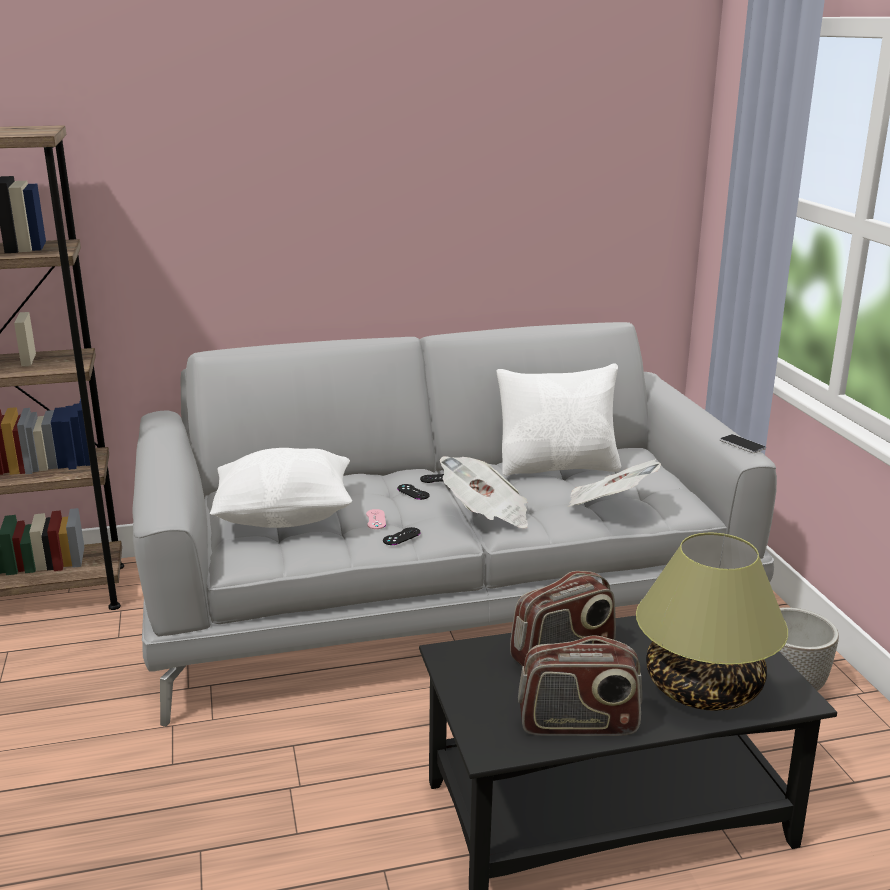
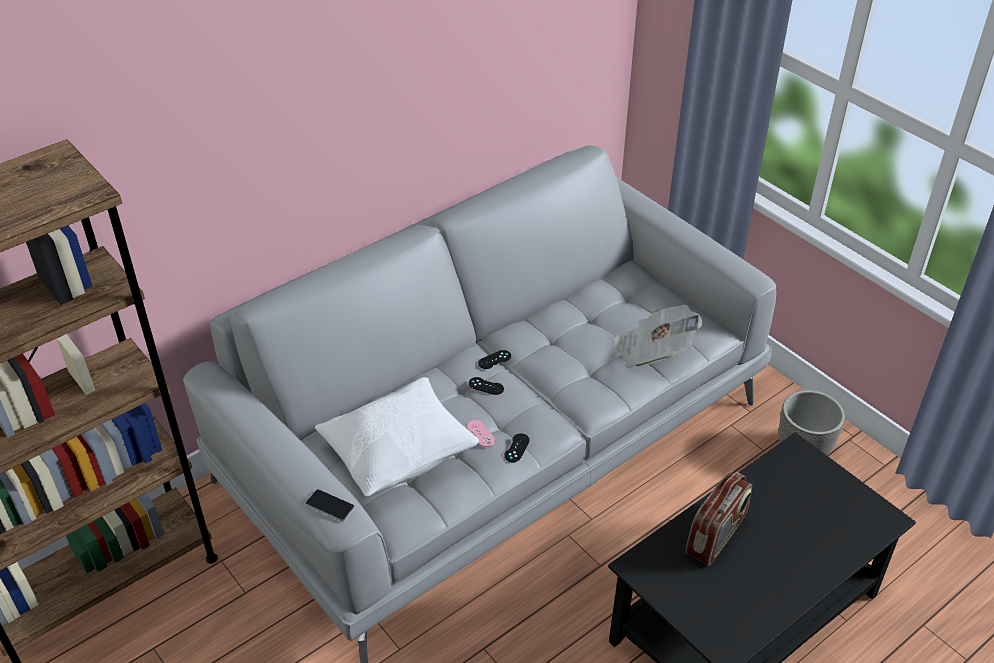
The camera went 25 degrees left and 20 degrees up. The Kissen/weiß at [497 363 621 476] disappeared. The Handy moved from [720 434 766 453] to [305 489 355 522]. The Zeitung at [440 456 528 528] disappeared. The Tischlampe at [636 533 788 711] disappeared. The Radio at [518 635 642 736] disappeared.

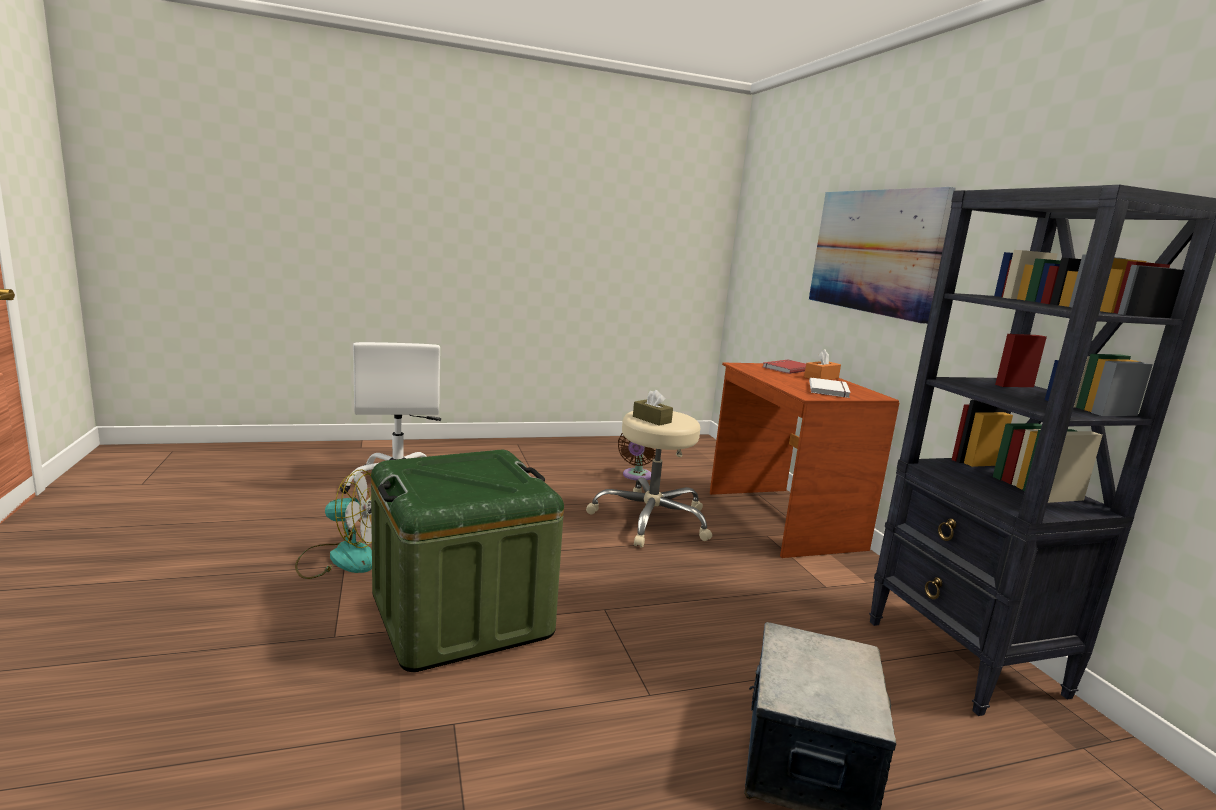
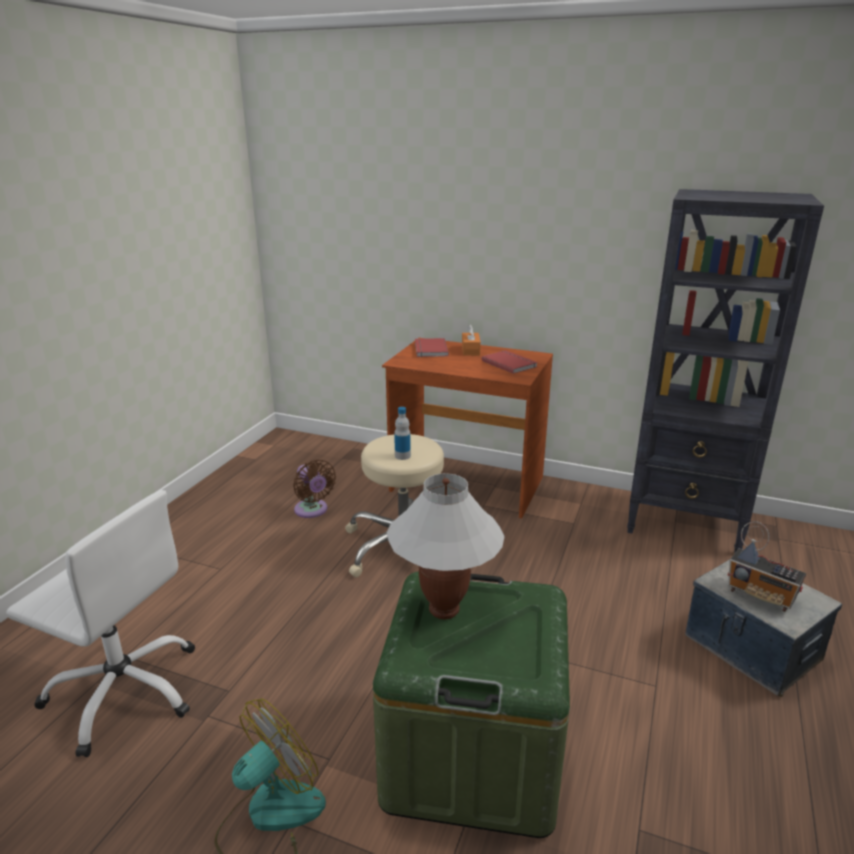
The camera went 50 degrees left and 10 degrees up. The Bild at [809 187 956 324] disappeared. The Buch/weiß at [809 377 851 398] became the Buch/rot at [482 350 538 374]. The Taschentuchbox/braun at [633 390 673 426] was replaced by the Flasche at [394 407 411 460]. The Tischlampe/weiß at [386 473 505 619] appeared. The Radio at [727 521 806 612] appeared.

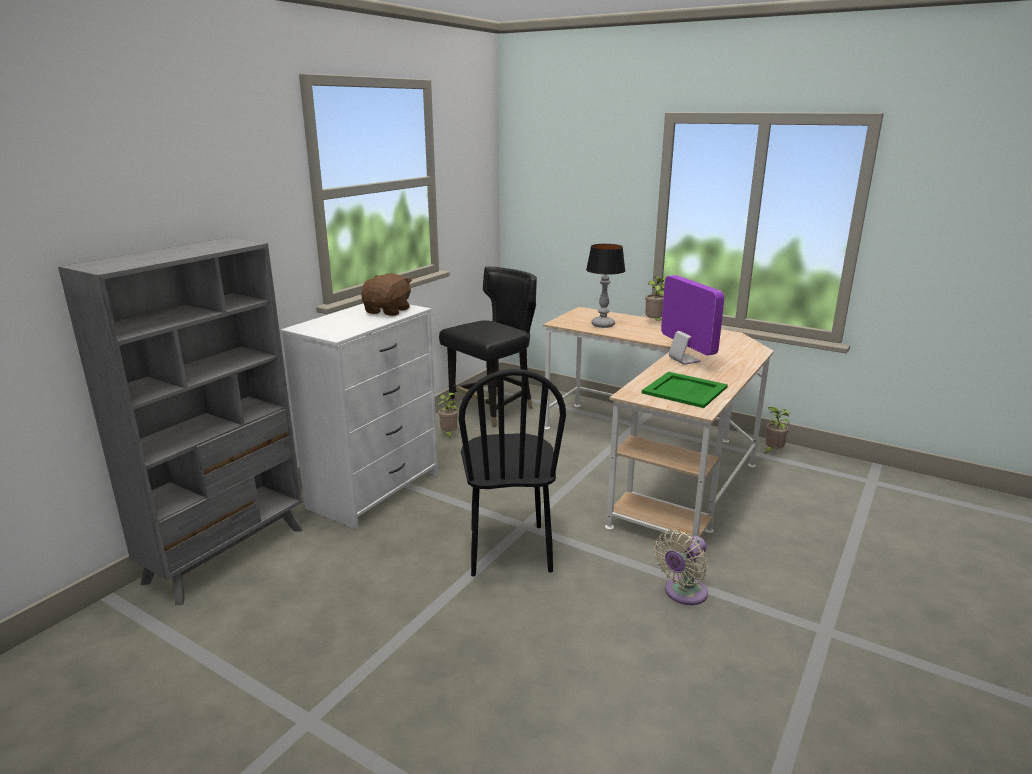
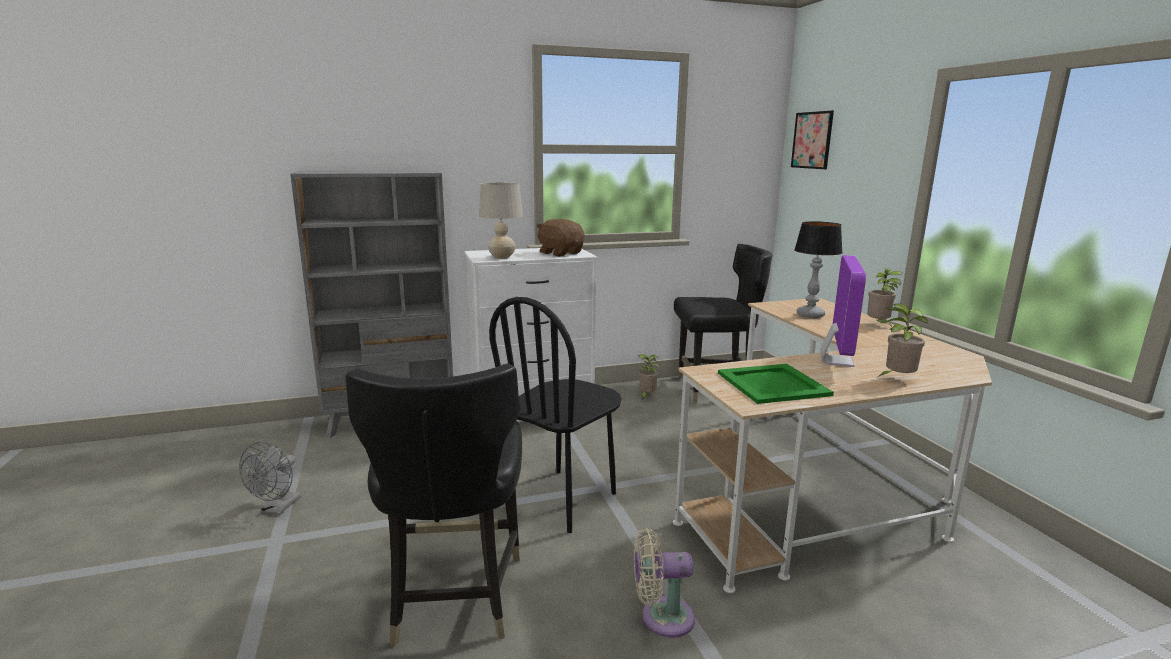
The camera went 40 degrees right and 5 degrees down. The Plüschtier/braun at [361 273 412 316] turned 105 degrees counterclockwise. The Topfpflanze moved from [765 407 790 453] to [878 304 928 377]. The Bild at [791 111 834 169] appeared. The Tischlampe/beige at [479 182 523 259] appeared. The Stuhl/schwarz at [345 363 522 647] appeared. The Ventilator/grau at [239 442 301 516] appeared.

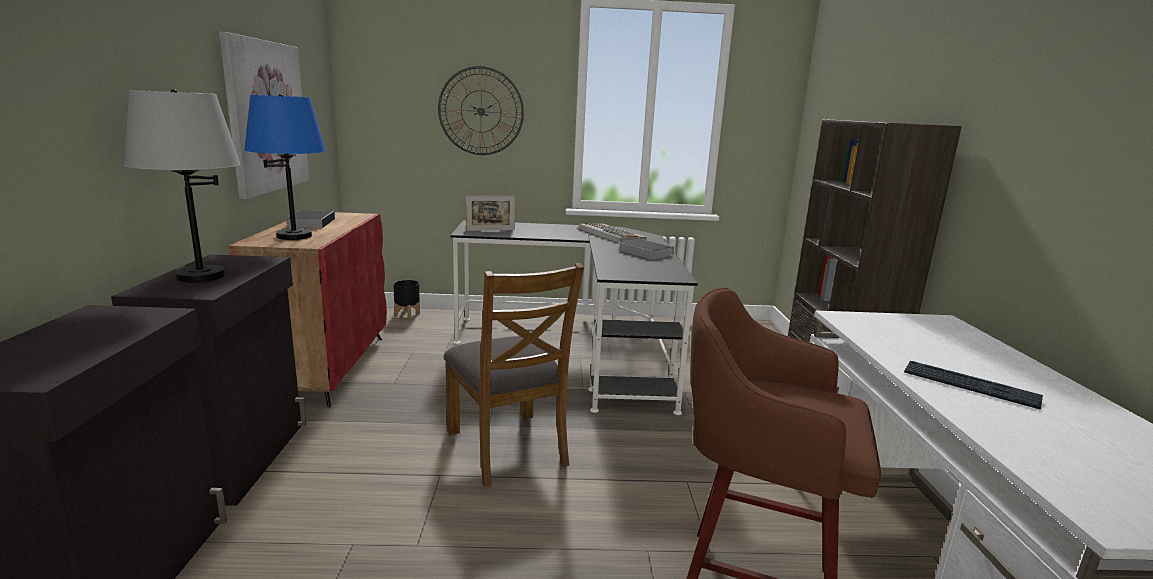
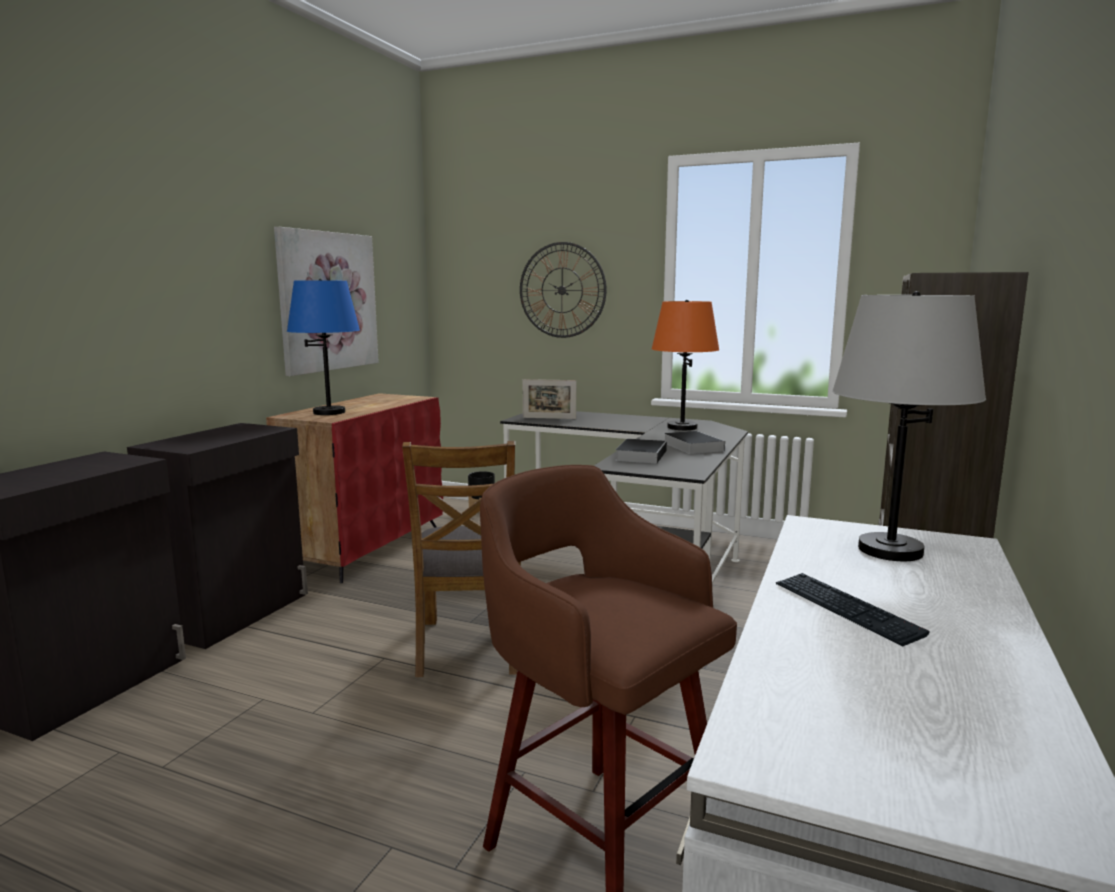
The camera went 25 degrees right and 5 degrees down. The Tischlampe/grau moved from [124 89 241 283] to [832 291 986 561]. The Buch moved from [285 210 335 228] to [615 439 667 464]. The Tastatur at [579 223 646 243] was replaced by the Tischlampe/orange at [652 300 719 430].

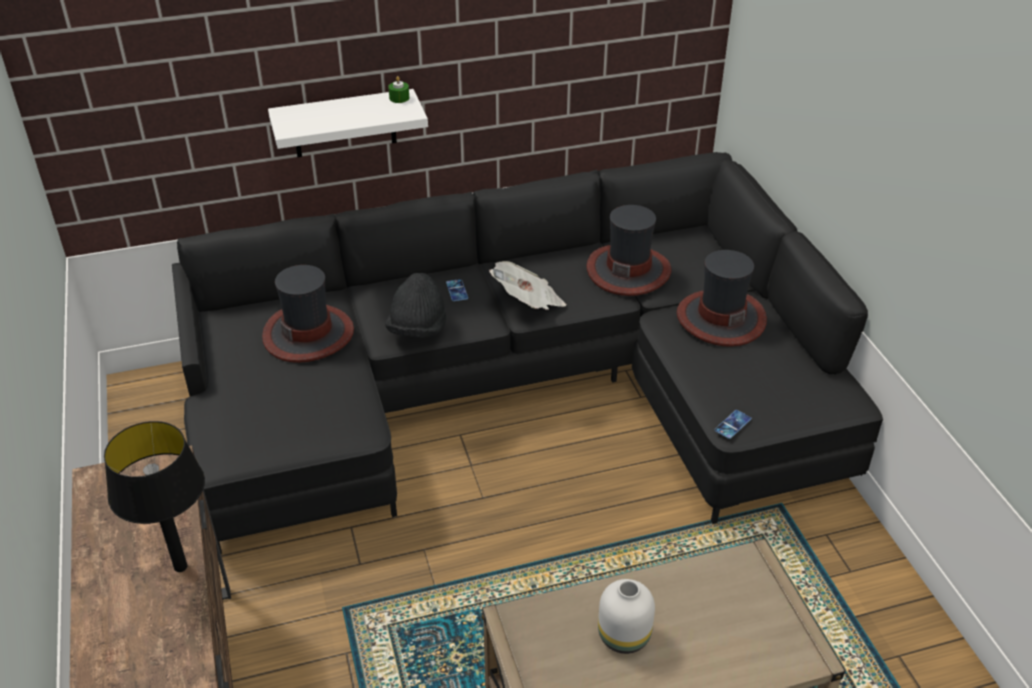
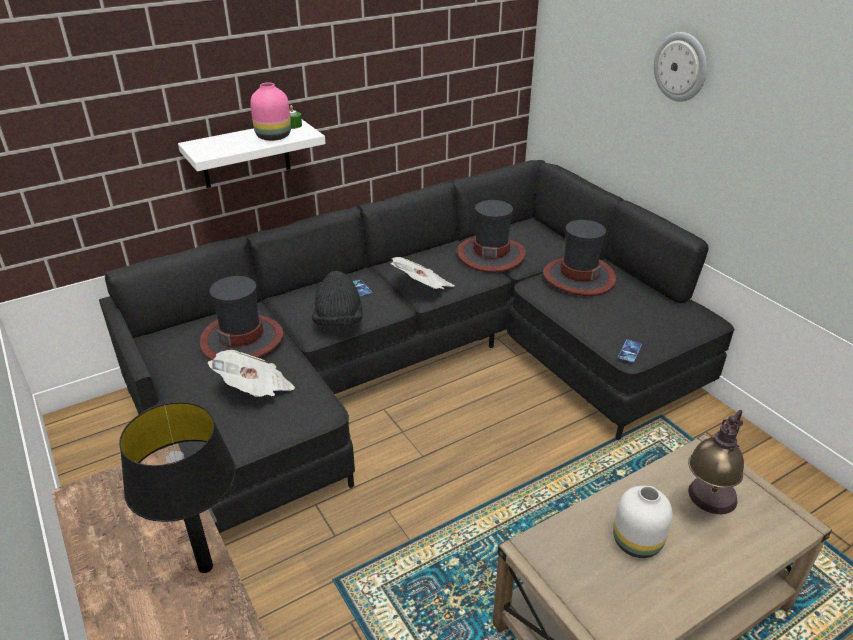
The camera went 15 degrees left and 5 degrees down. The Wanduhr at [654 32 707 102] appeared. The Vase/rosa at [250 82 291 141] appeared. The Zeitung at [208 350 295 397] appeared. The Tischlampe at [688 410 744 514] appeared.

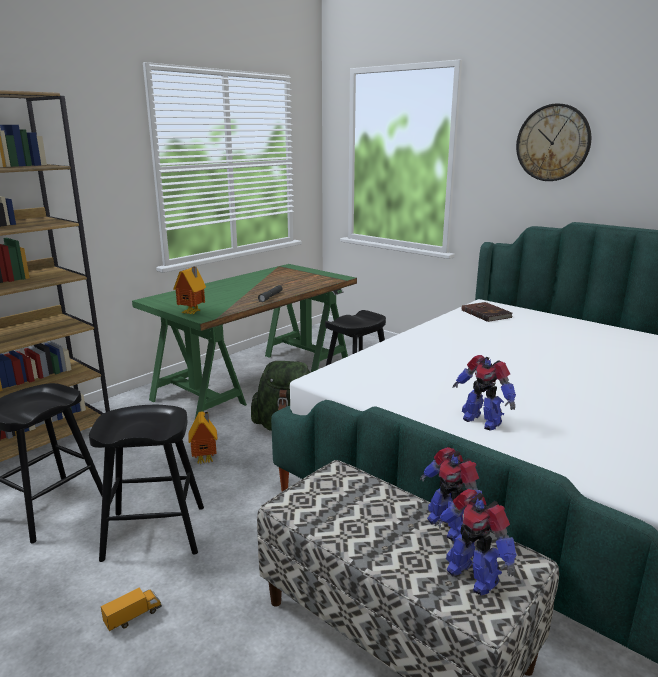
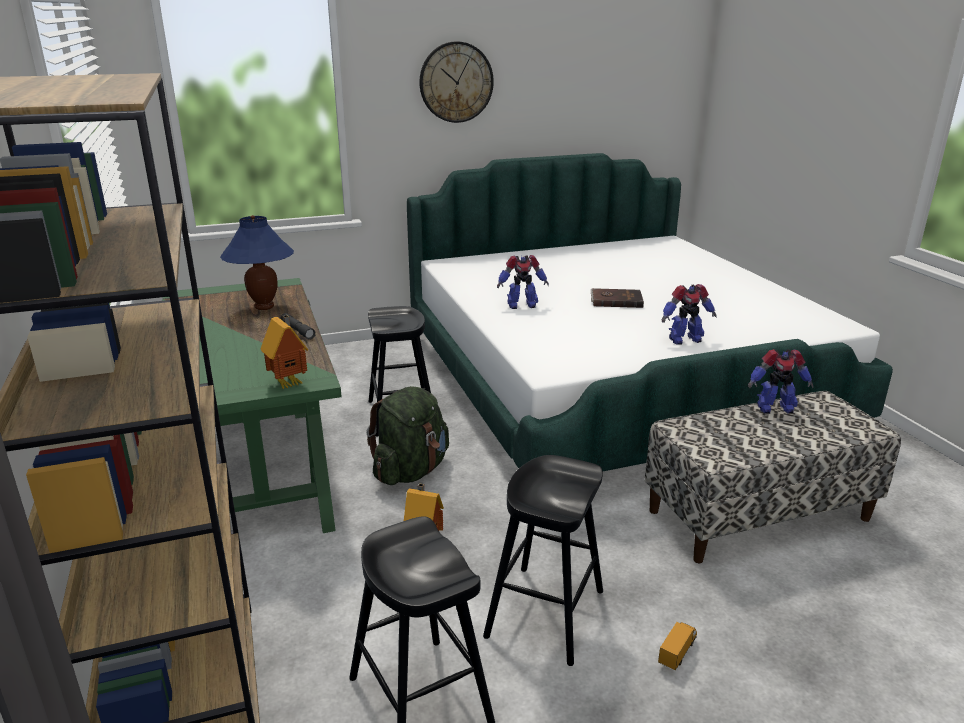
The camera went 60 degrees left and 5 degrees up. The Buch/braun moved from [462 302 513 322] to [591 288 644 308]. The Spielzeugroboter moved from [435 489 517 596] to [497 255 549 309]. The Spielzeuglaster at [101 588 162 631] turned 45 degrees clockwise. The Tischlampe/blau at [220 215 294 310] appeared.

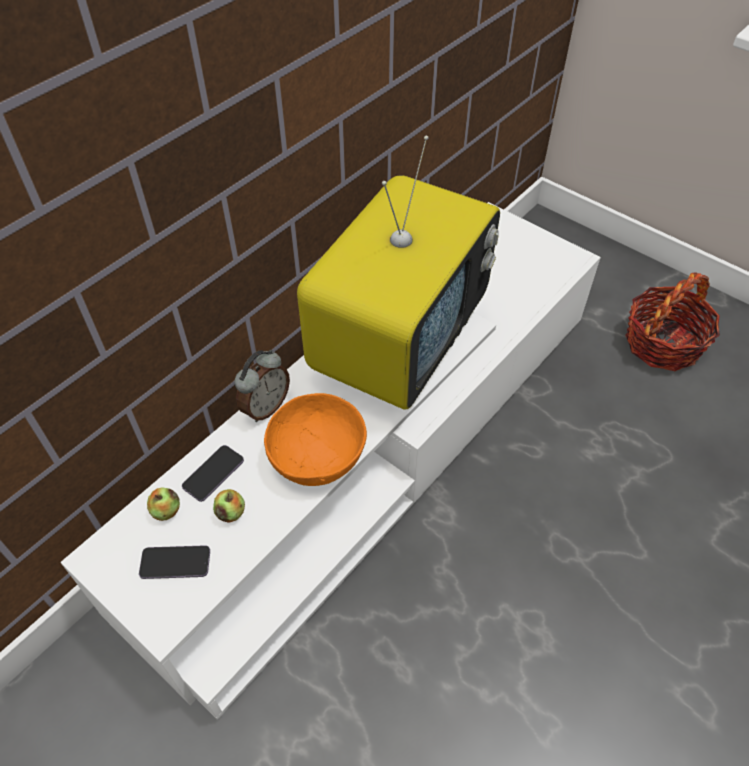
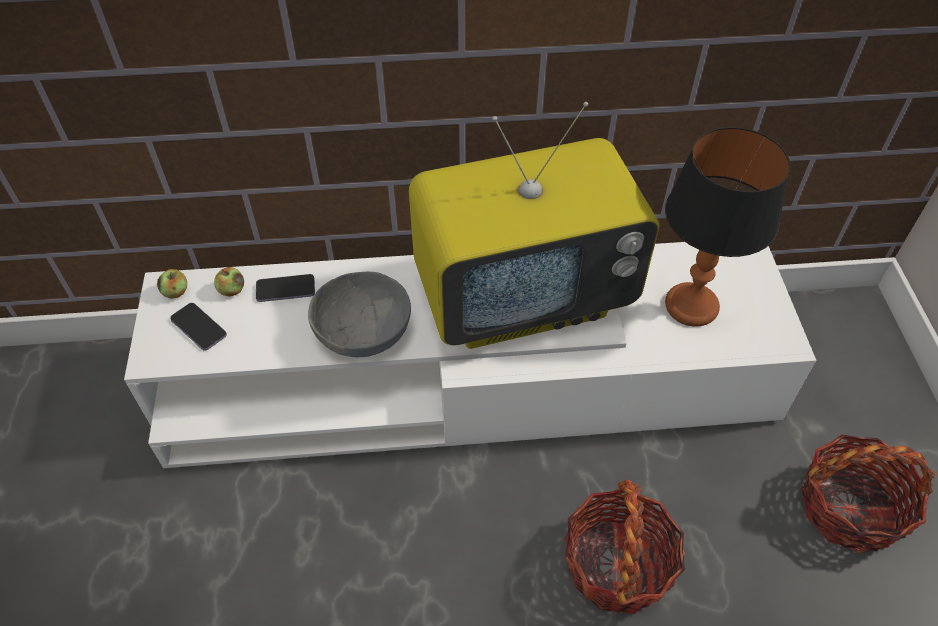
The camera went 45 degrees right and 0 degrees up. The Wecker at [234 350 290 422] disappeared. The Schüssel/orange at [264 393 367 486] became the Schüssel/grau at [308 272 411 357]. The Apfel moved from [213 489 245 523] to [157 269 187 299]. The Tischlampe at [665 127 790 327] appeared. The Korb at [564 479 685 614] appeared.

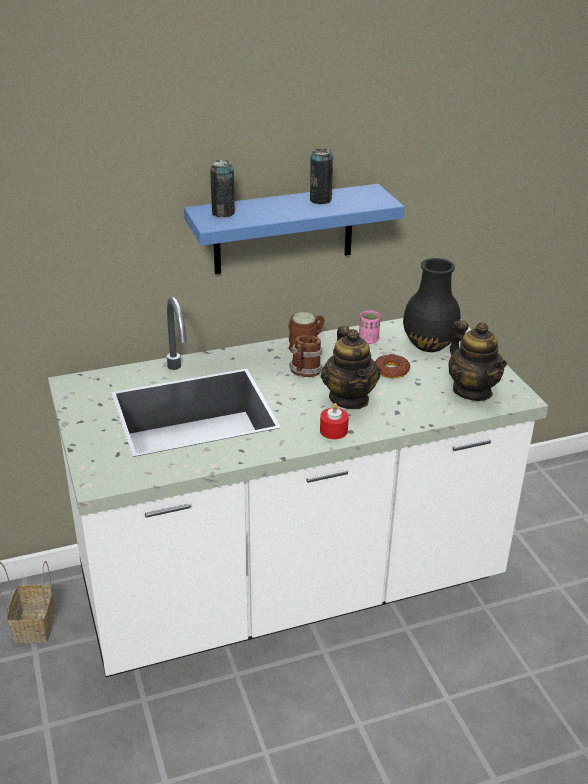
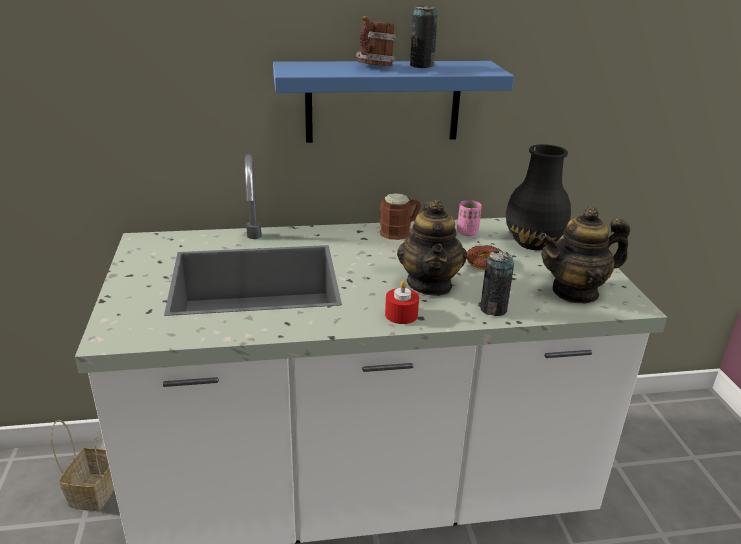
The camera went 10 degrees right and 5 degrees down. The Dose moved from [210 160 235 217] to [480 251 514 316]. The Teekanne at [448 320 507 401] turned 90 degrees clockwise. The Henkelbecher moved from [289 335 323 377] to [356 16 396 66].

